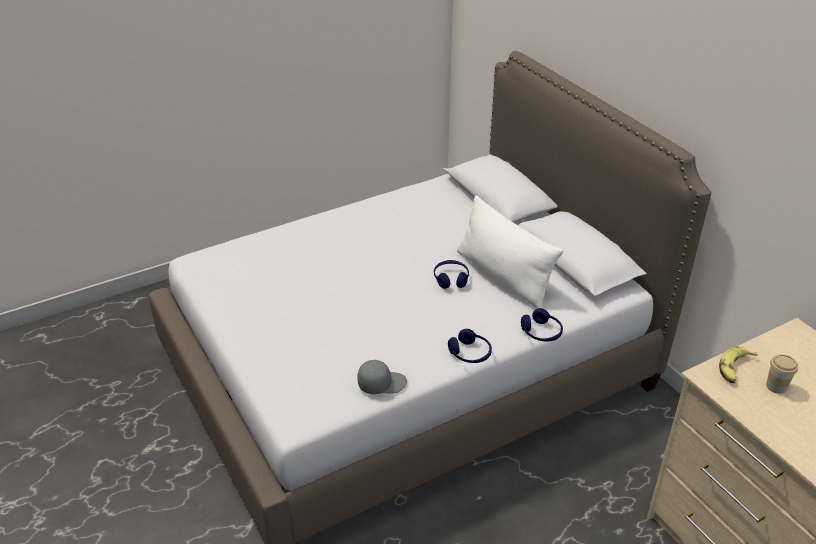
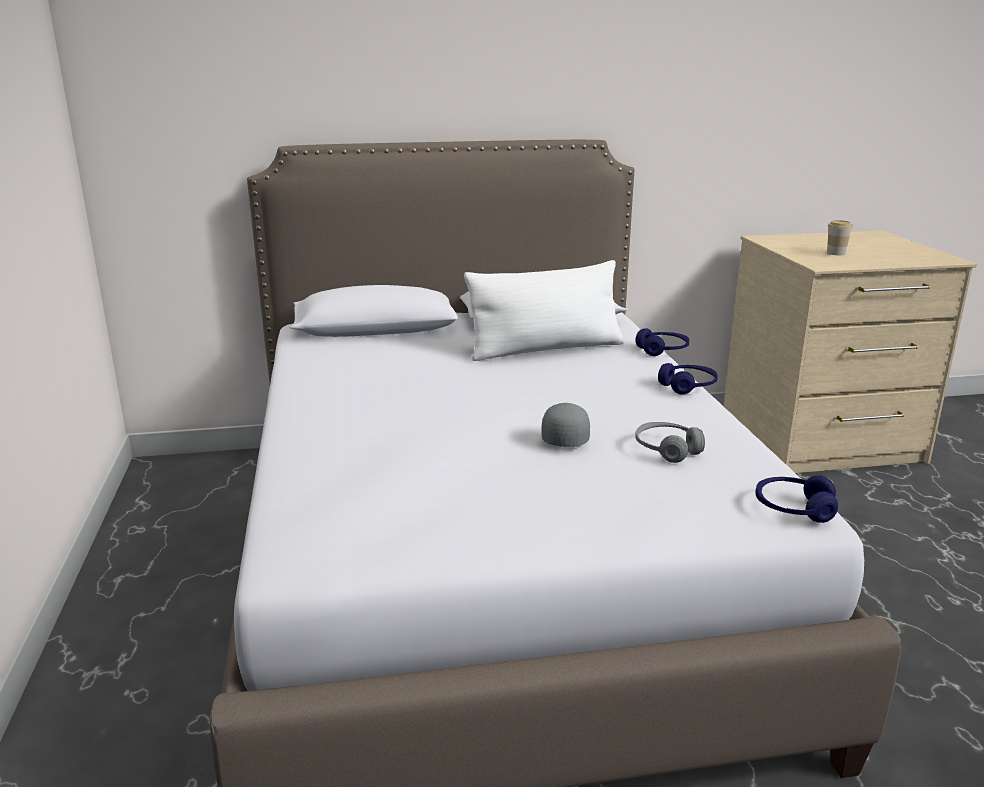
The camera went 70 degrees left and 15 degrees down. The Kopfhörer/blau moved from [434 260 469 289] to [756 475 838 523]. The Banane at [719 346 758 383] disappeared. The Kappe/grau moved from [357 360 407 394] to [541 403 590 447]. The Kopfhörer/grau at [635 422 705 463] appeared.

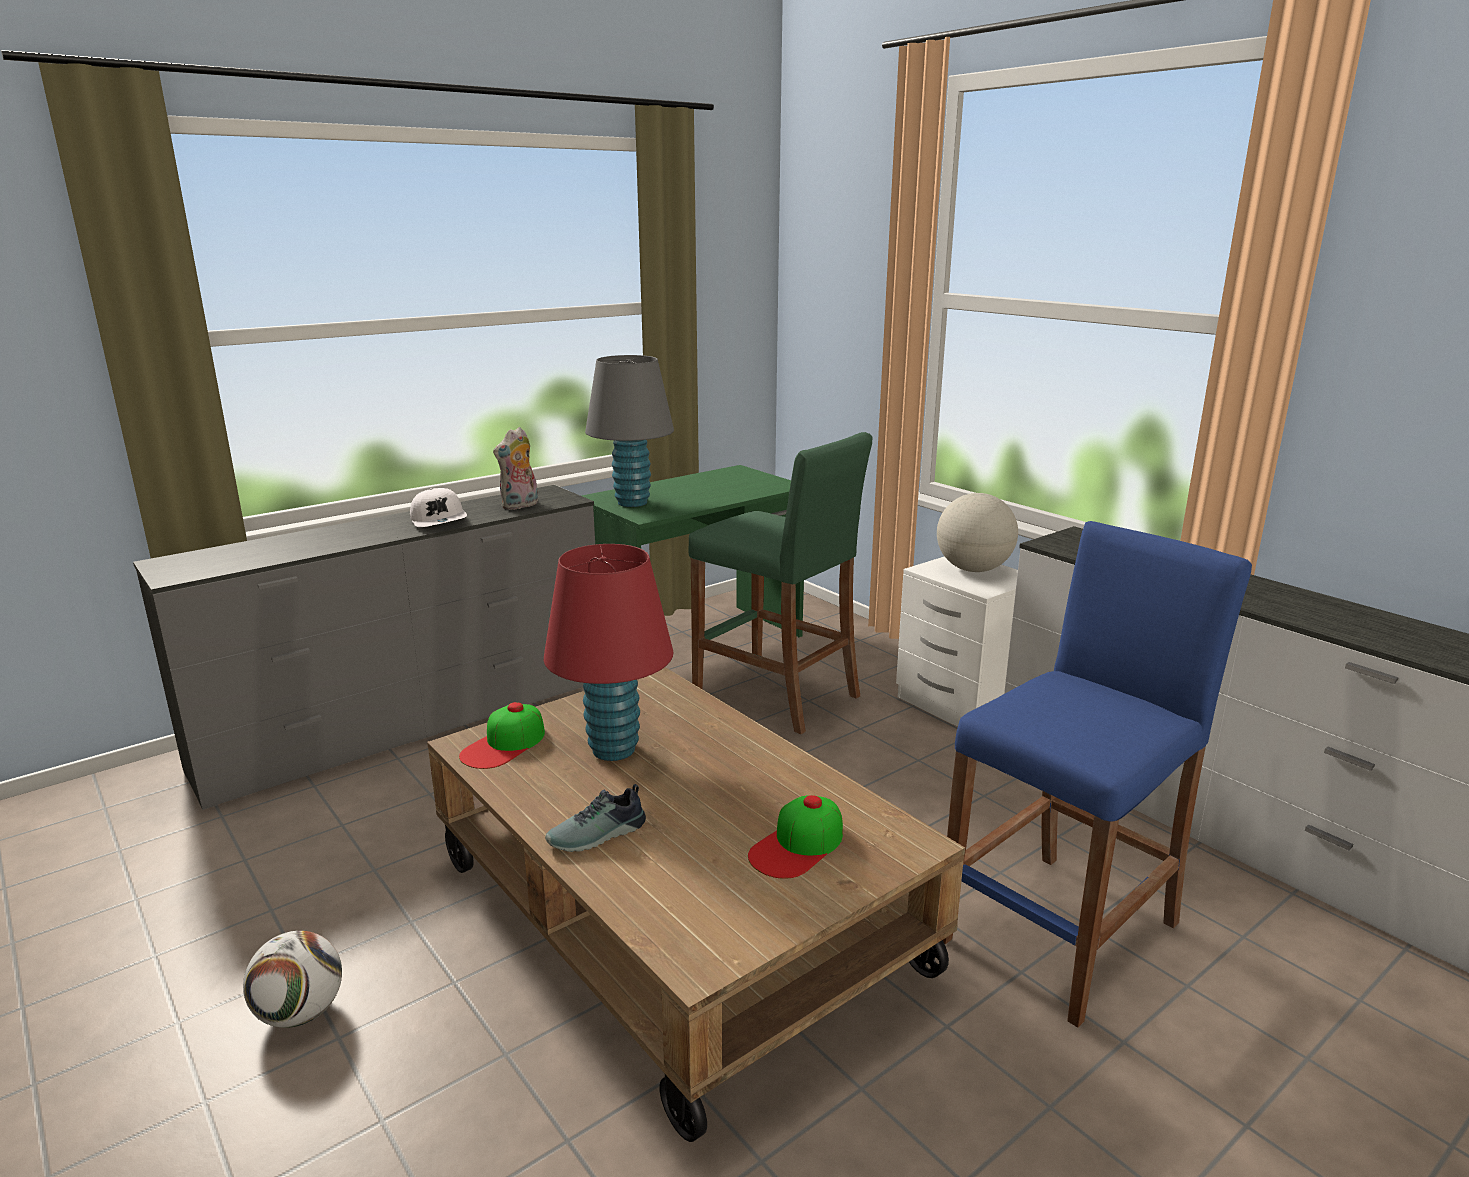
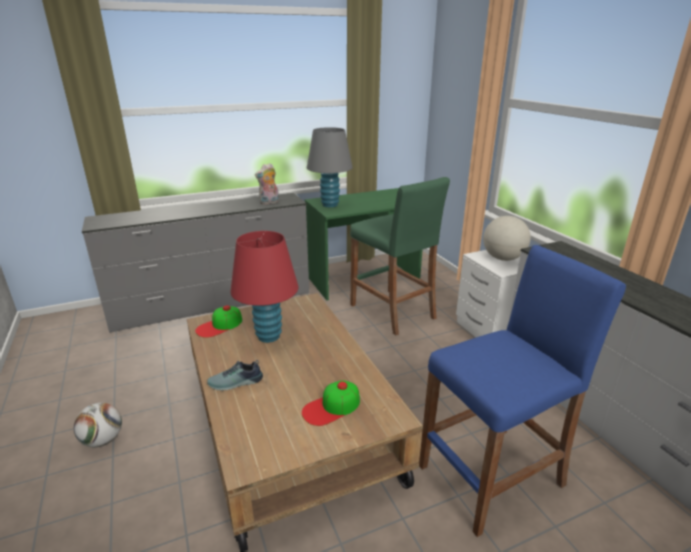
The camera went 15 degrees right and 5 degrees up. The Kappe/weiß at [410 488 467 527] disappeared.

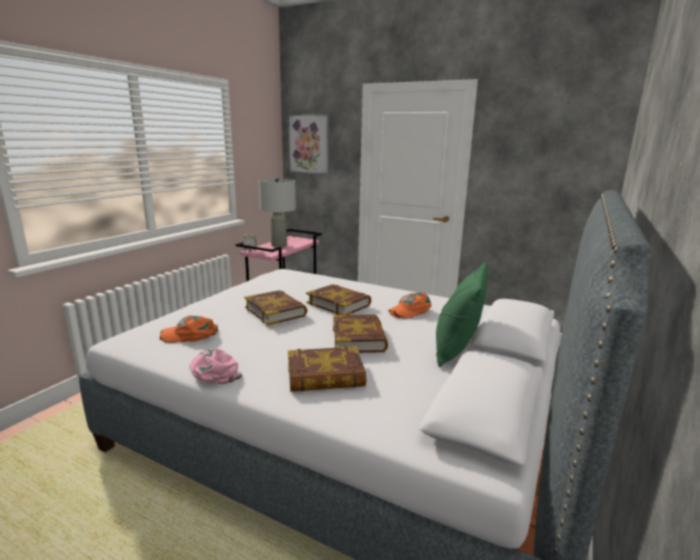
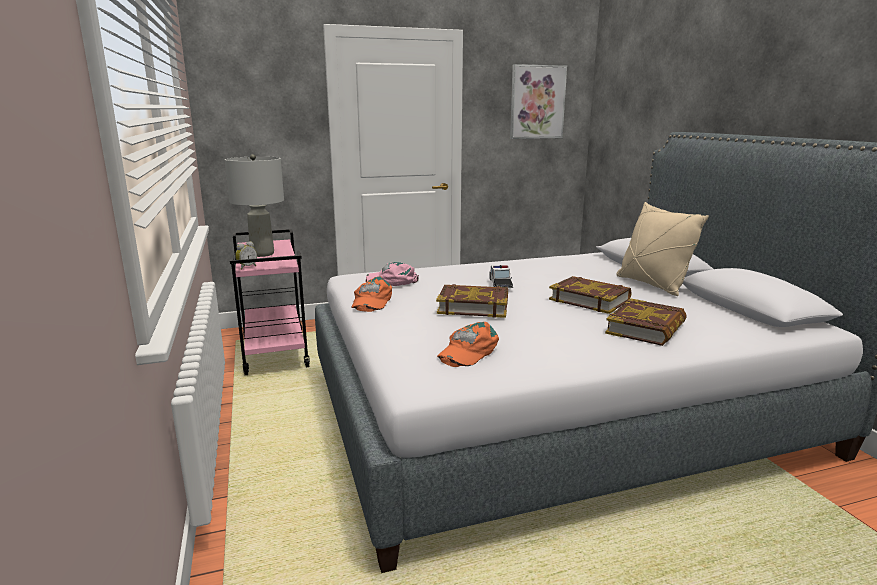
The camera went 45 degrees left and 0 degrees up. The Bild moved from [288 115 330 175] to [510 64 567 139]. The Kissen/grün at [436 262 488 367] became the Kissen/beige at [616 202 709 296]. The Buch at [306 284 371 315] was replaced by the Spielzeugauto at [489 265 513 288]. The Kappe/orange moved from [388 292 432 319] to [351 276 392 312]. The Kappe/rosa moved from [189 348 242 384] to [365 262 419 286].

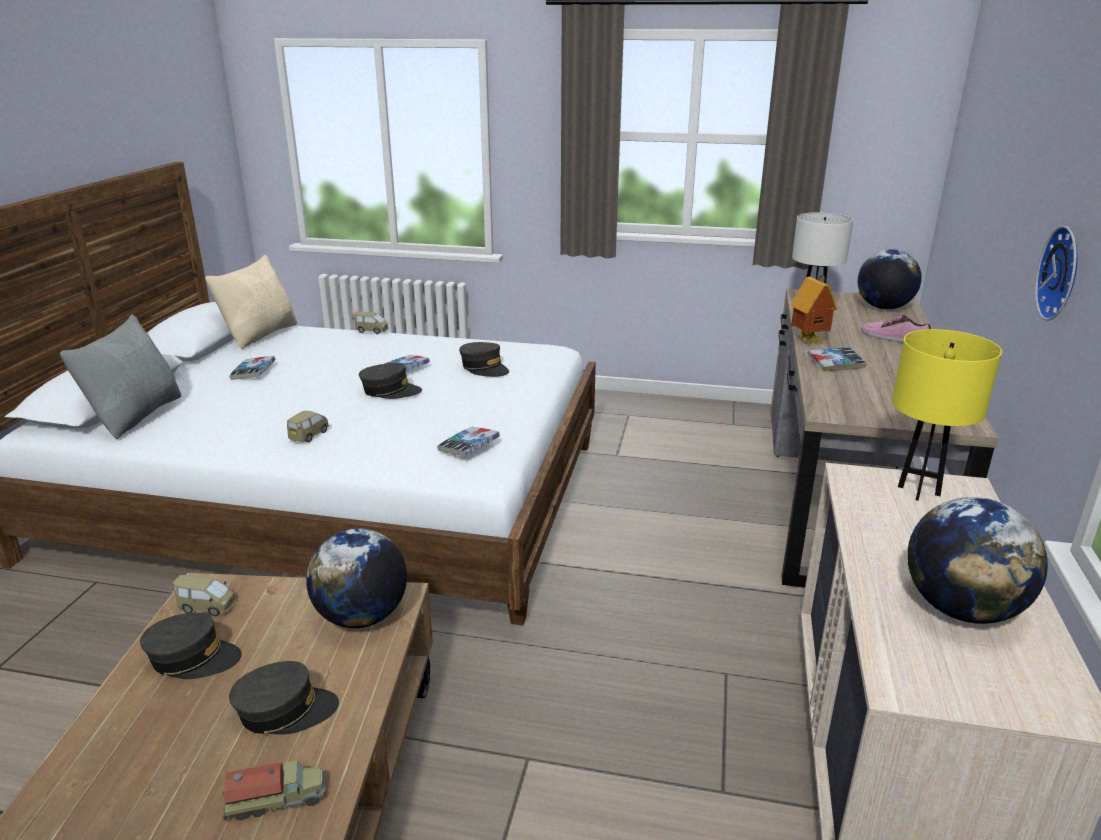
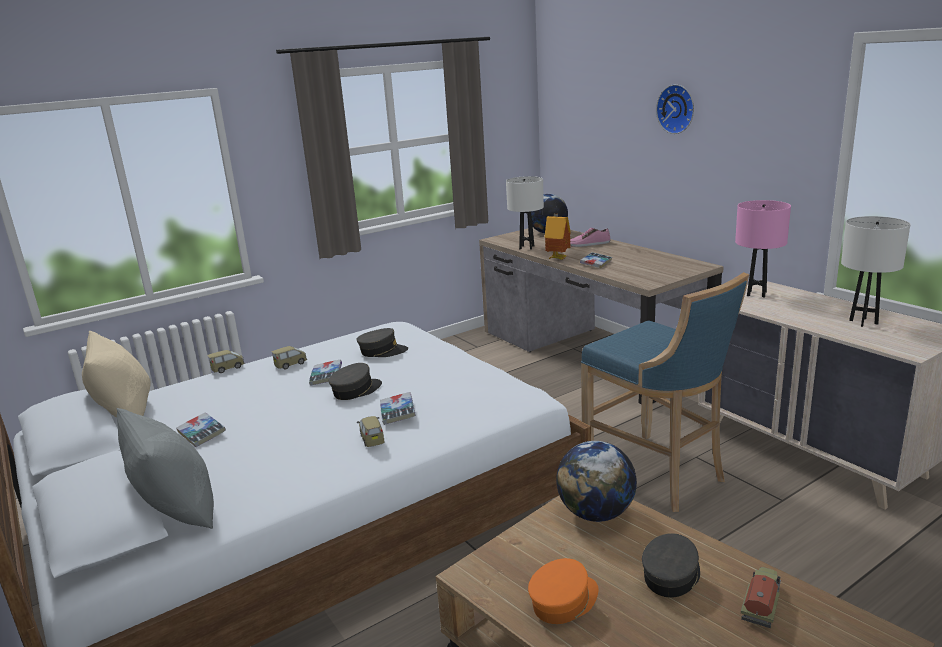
The camera went 45 degrees left and 5 degrees down. The Wanduhr moved from [1035 226 1077 321] to [656 84 694 134]. The Tischlampe/gelb at [892 329 1002 501] became the Tischlampe/rosa at [735 200 791 298]. The Buch moved from [437 427 500 456] to [380 392 416 425]. The Globus at [907 497 1048 624] was replaced by the Tischlampe/weiß at [841 216 911 327]. The Spielzeugauto moved from [173 575 236 616] to [271 346 307 370]. The Kappe/grau at [140 613 242 679] became the Kappe/orange at [528 558 599 624]. The Hocker/blau at [581 272 749 512] appeared.

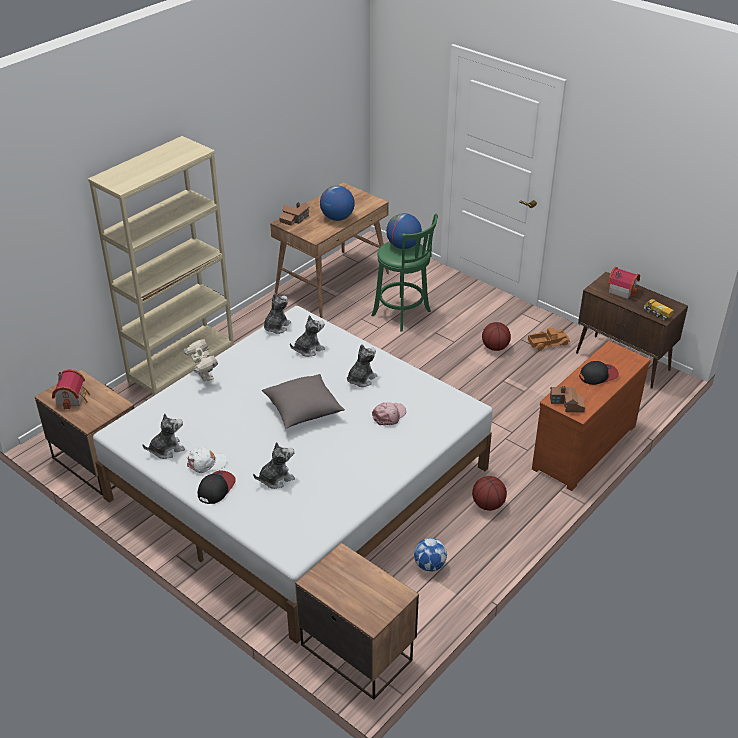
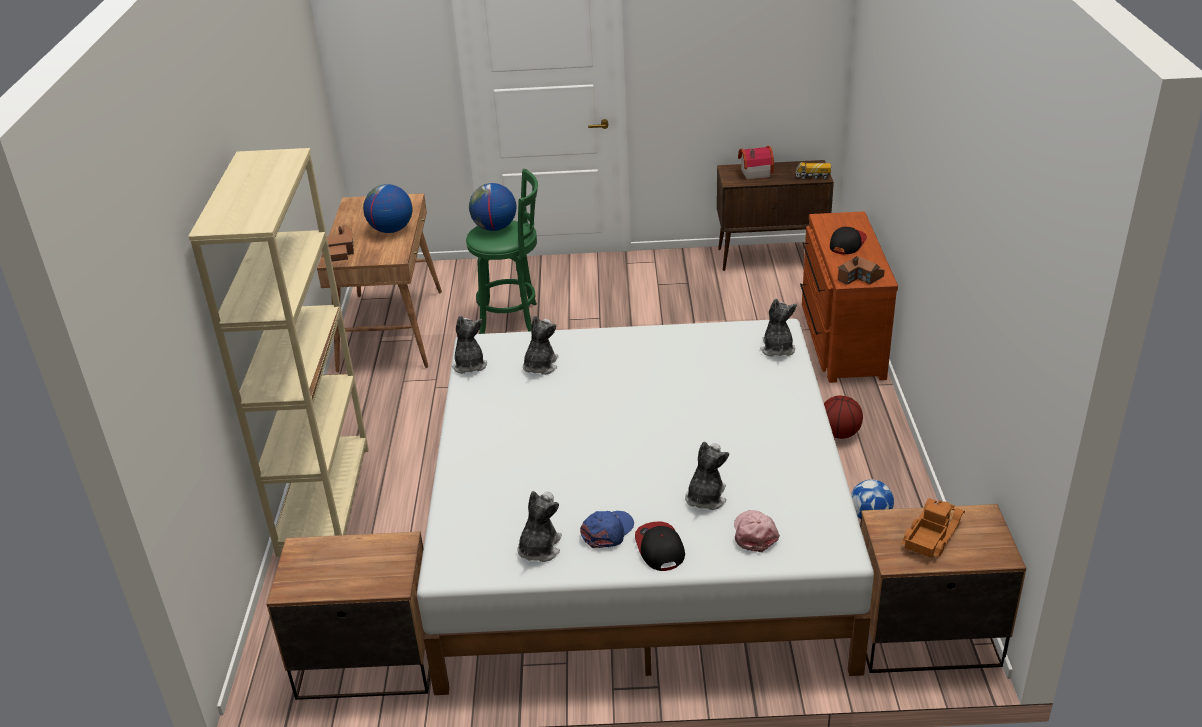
The camera went 40 degrees left and 5 degrees down. The Basketball at [482 322 511 351] disappeared. The Spielzeuglaster moved from [528 328 570 350] to [902 498 965 558]. The Spielzeugroboter at [184 339 218 382] disappeared. The Plüschtier moved from [347 344 377 387] to [760 298 797 357]. The Spielzeughaus at [52 369 90 410] disappeared. The Kissen/grau at [262 374 345 429] disappeared. The Kappe/rosa moved from [372 402 406 425] to [734 510 780 552]. The Kappe/weiß at [187 447 227 473] became the Kappe/blau at [580 511 634 548].

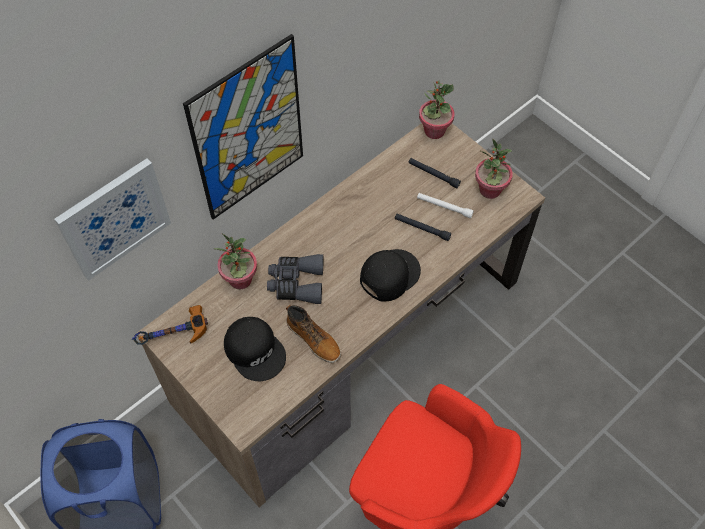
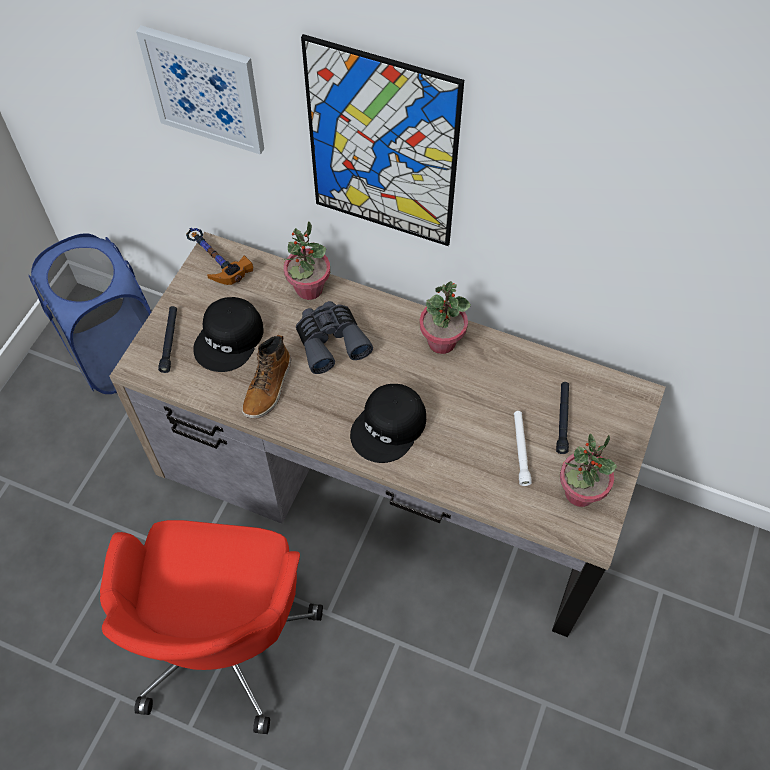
The camera went 65 degrees right and 0 degrees up. The Topfpflanze moved from [419 81 454 139] to [419 281 471 354]. The Taschenlampe/schwarz moved from [395 213 451 241] to [158 306 177 373]. The Kappe/schwarz at [360 249 421 301] turned 105 degrees clockwise.

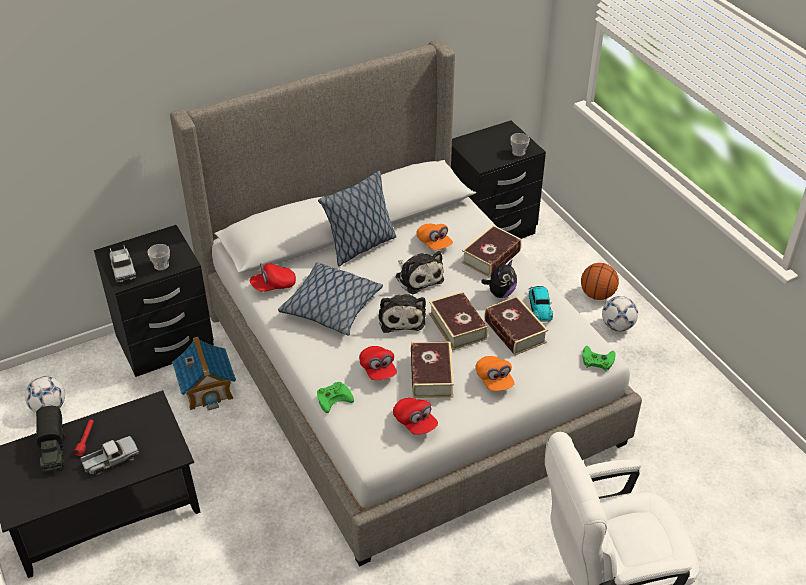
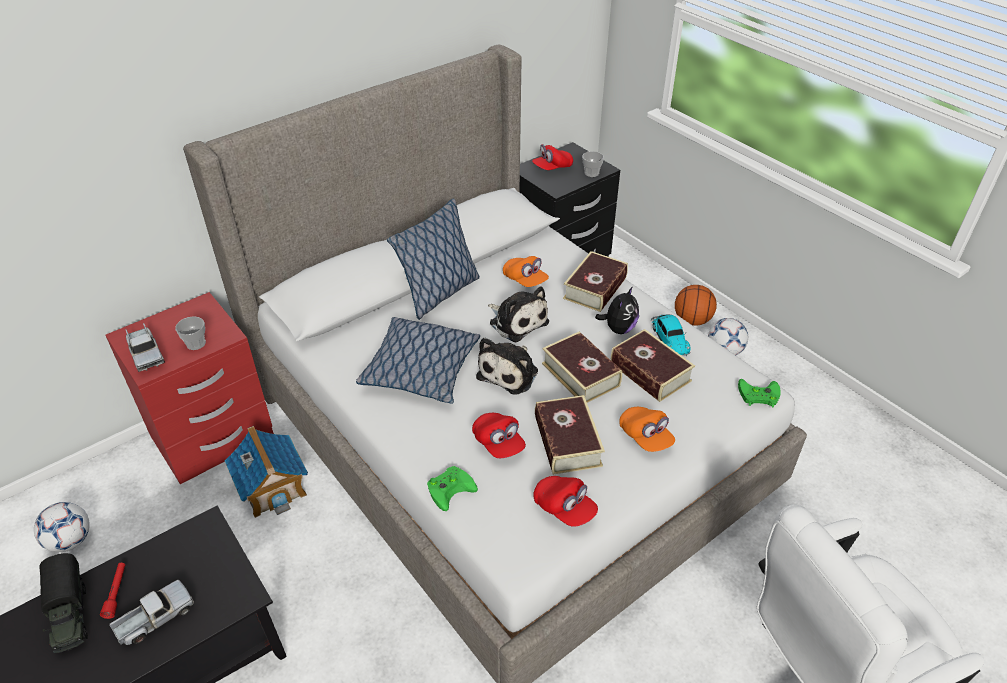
The camera went 10 degrees left and 0 degrees up. The Nachttisch/schwarz at [94 225 214 377] became the Nachttisch/rot at [105 292 274 484]. The Kappe/rot moved from [250 263 296 292] to [532 144 573 170]. The Plüschtier at [379 294 426 333] turned 45 degrees clockwise.

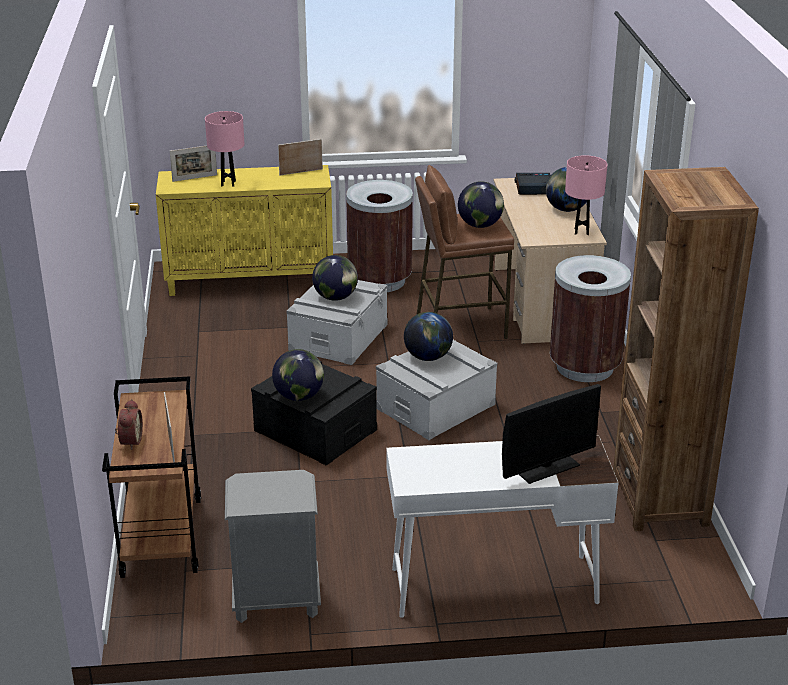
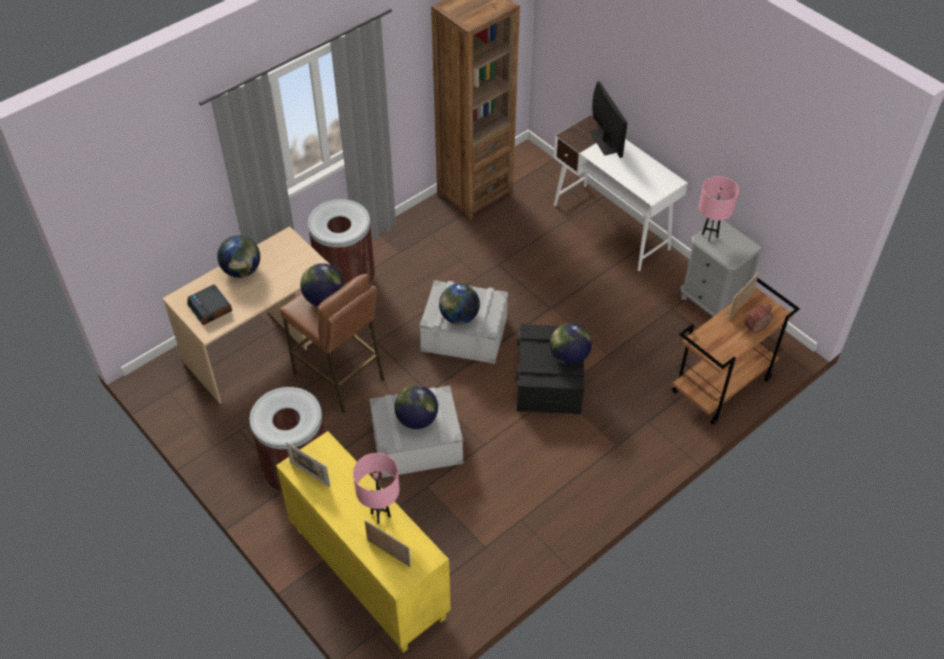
The camera went 125 degrees left and 20 degrees up. The Tischlampe/rosa moved from [565 155 608 235] to [699 176 739 241]. The Monitor at [502 384 601 484] turned 45 degrees clockwise.

